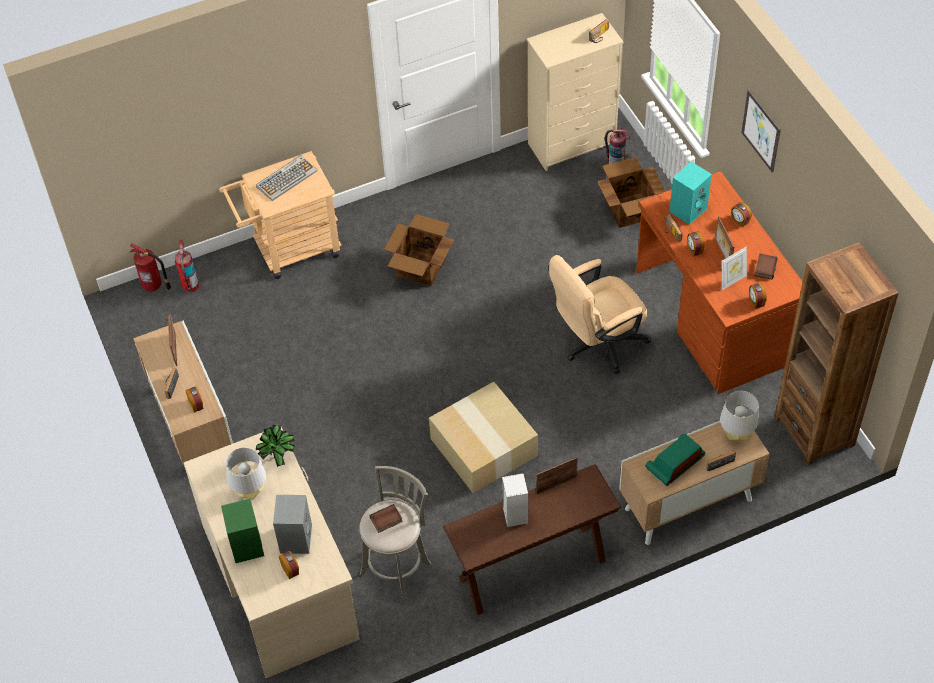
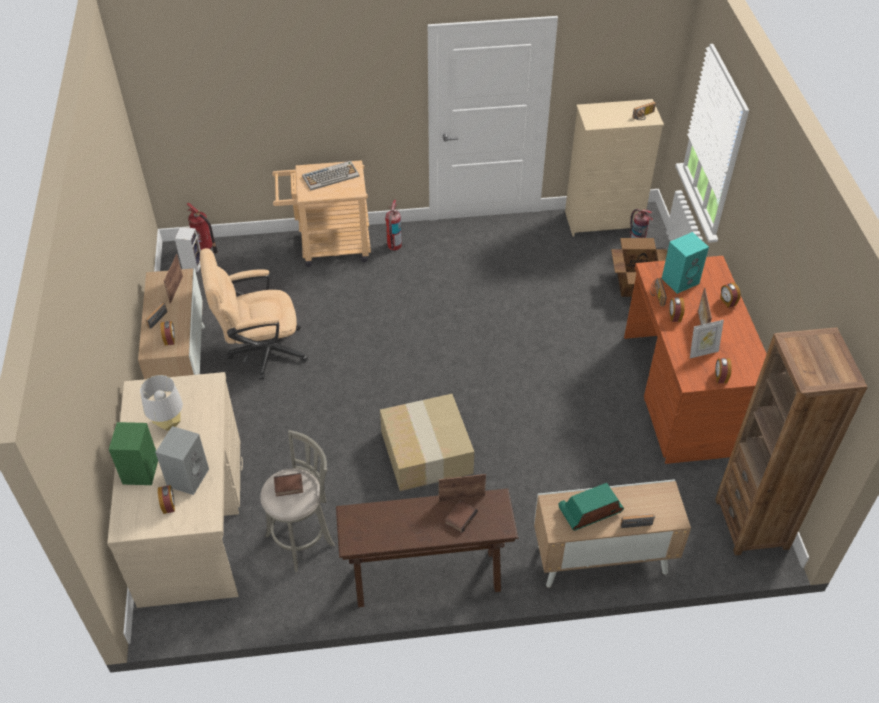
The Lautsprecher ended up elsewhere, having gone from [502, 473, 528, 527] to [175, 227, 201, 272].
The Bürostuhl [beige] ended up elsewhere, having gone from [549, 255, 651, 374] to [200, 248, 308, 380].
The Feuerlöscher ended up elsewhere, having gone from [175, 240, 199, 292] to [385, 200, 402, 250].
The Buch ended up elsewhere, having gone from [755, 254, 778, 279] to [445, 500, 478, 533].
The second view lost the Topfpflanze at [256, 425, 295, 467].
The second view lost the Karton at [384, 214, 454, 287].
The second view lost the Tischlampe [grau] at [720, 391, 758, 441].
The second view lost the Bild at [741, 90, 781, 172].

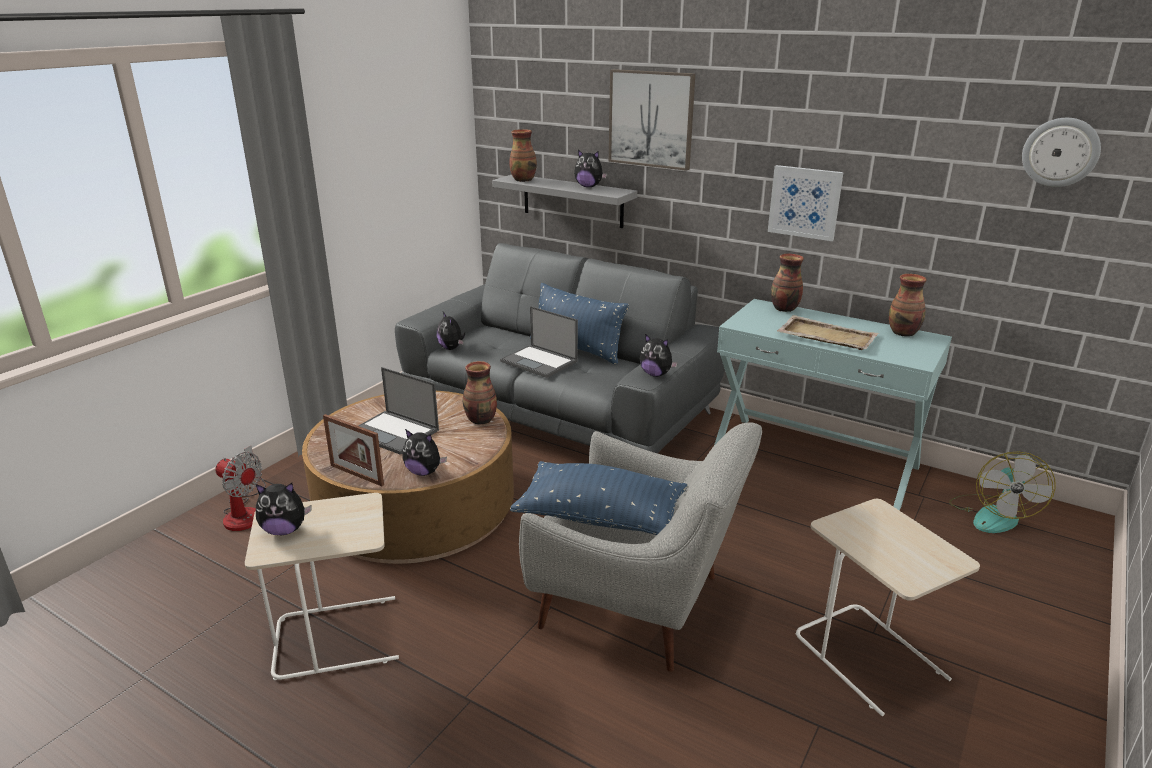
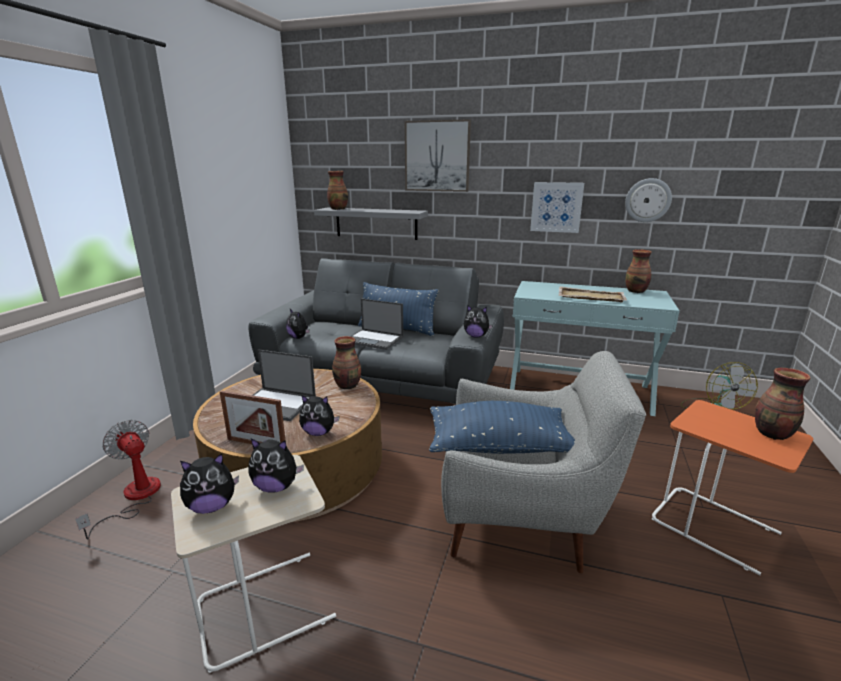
The Ventilator at [215, 445, 266, 531] ended up facing another way, 150 degrees counterclockwise from before.
The Plüschtier ended up elsewhere, having gone from [574, 150, 607, 187] to [248, 438, 304, 493].
The Wanduhr ended up elsewhere, having gone from [1022, 118, 1101, 187] to [625, 178, 672, 222].
What was the Beistelltisch [beige] at [795, 499, 980, 716] turned into the Beistelltisch [orange] at [652, 400, 813, 575].
The Vase ended up elsewhere, having gone from [771, 254, 804, 312] to [755, 368, 810, 440].

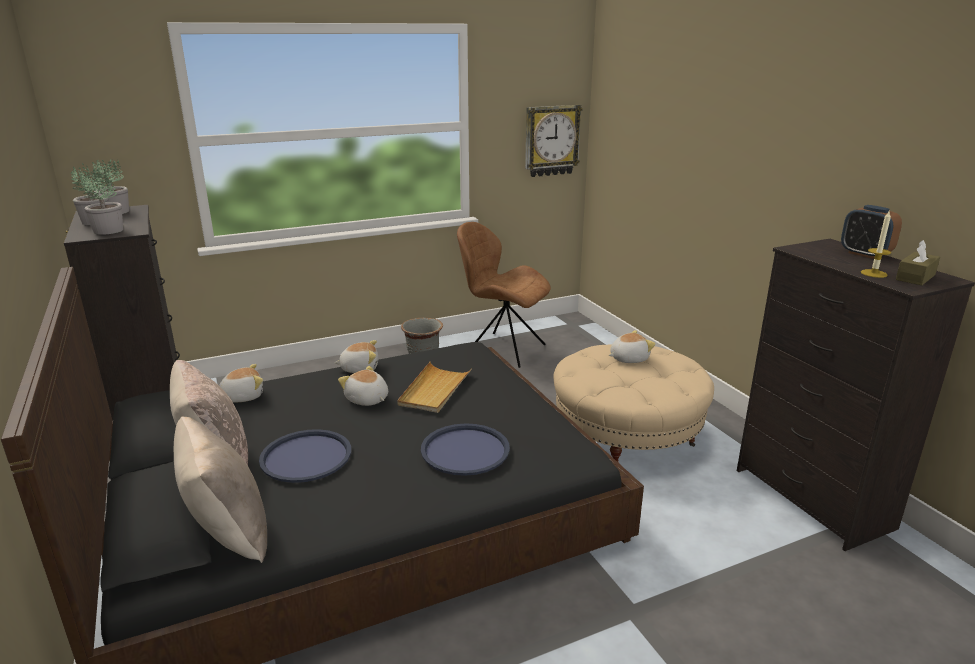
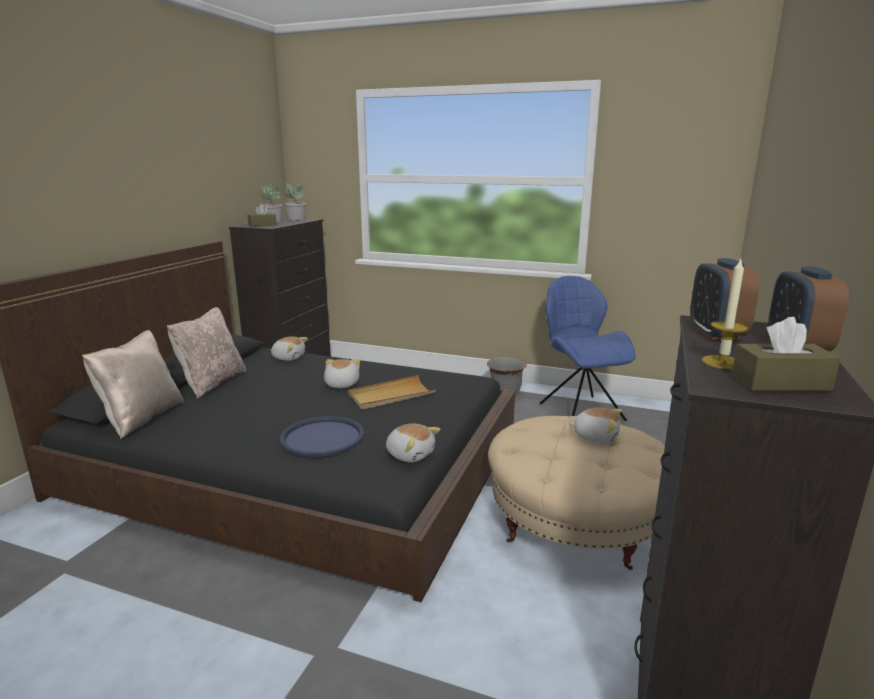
Where the Topfpflanze stood at [80, 171, 123, 235], the Taschentuchbox [braun] came to stand at [248, 204, 277, 227].
The Plüschtier ended up elsewhere, having gone from [334, 340, 378, 373] to [386, 424, 440, 462].
What was the Stuhl [braun] at [457, 222, 551, 368] turned into the Stuhl [blau] at [540, 276, 636, 421].
The second view gained the Wecker at [691, 258, 759, 340].
The second view lost the Tablett [blau] at [259, 429, 351, 483].
The second view lost the Wanduhr at [525, 105, 583, 177].

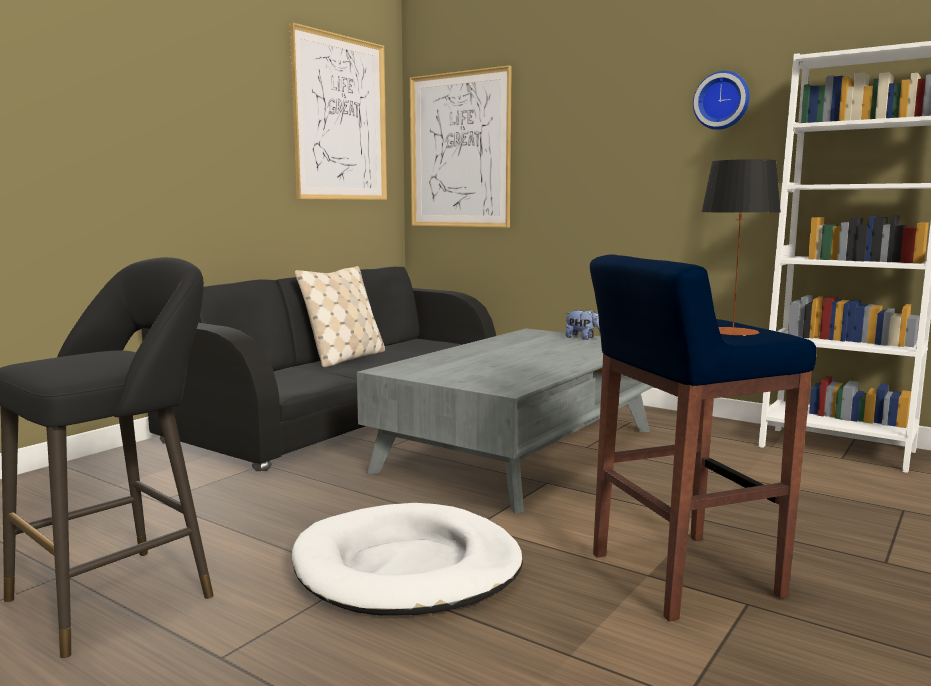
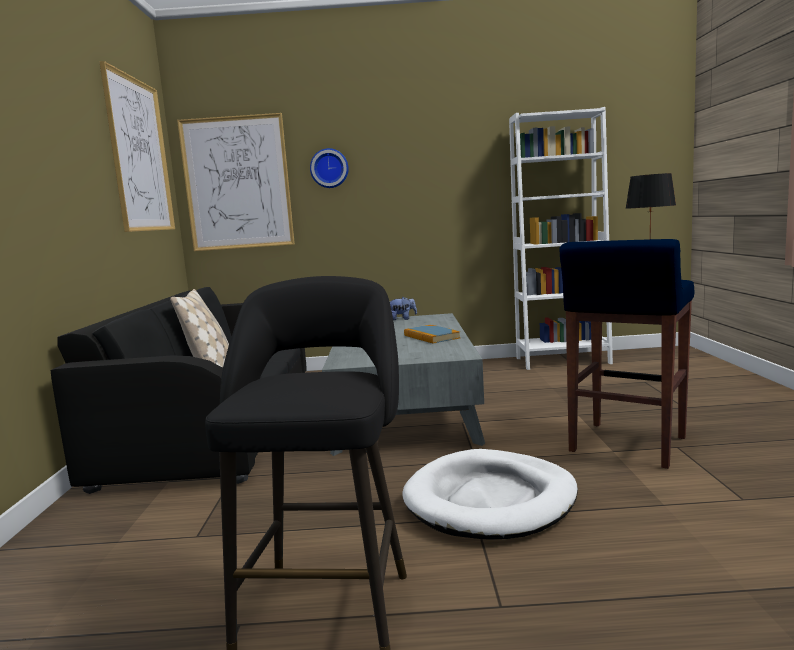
The Wanduhr ended up elsewhere, having gone from [693, 71, 750, 130] to [310, 148, 349, 188].
The second view gained the Buch at [404, 325, 460, 344].

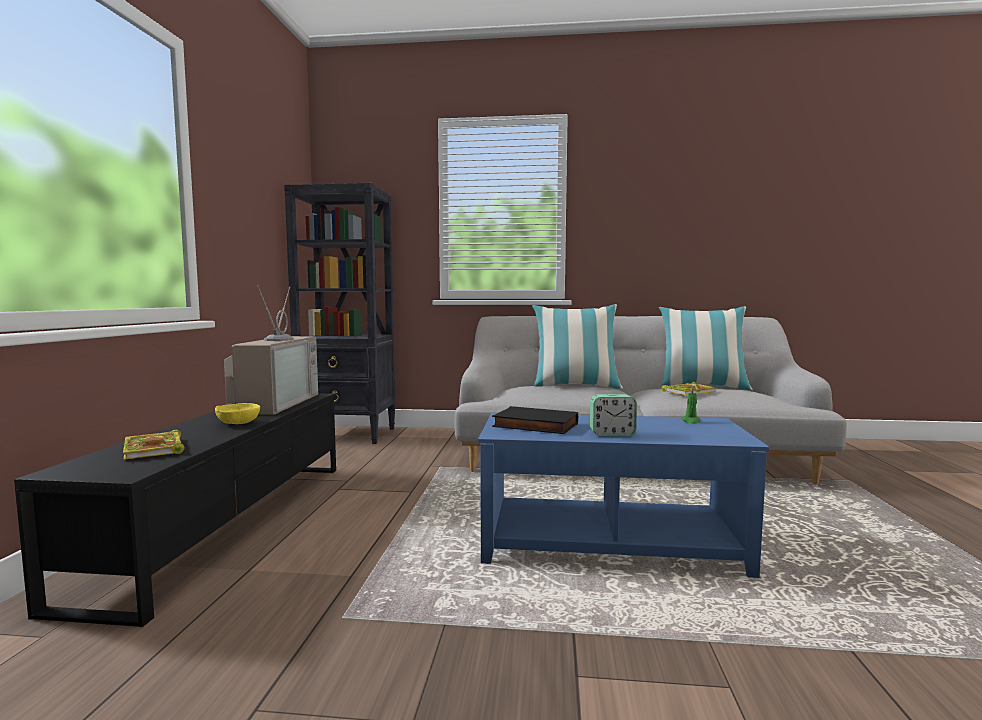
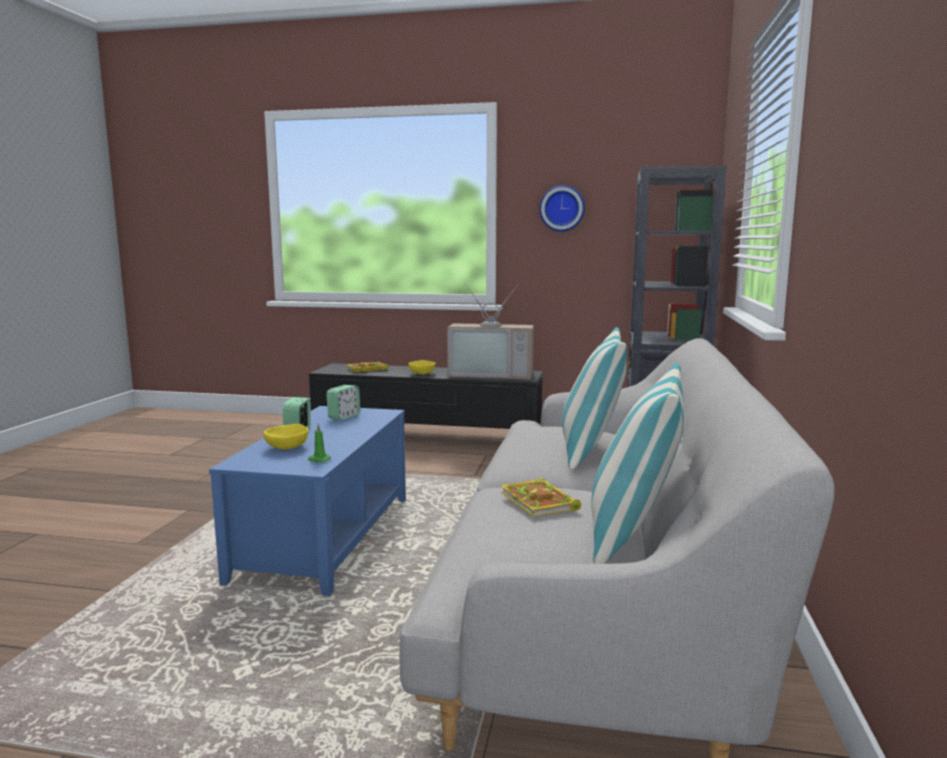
The second view gained the Schüssel [gelb] at [264, 424, 309, 450].
Where the Buch [schwarz] stood at [492, 406, 578, 434], the Wecker came to stand at [326, 385, 361, 420].
The second view gained the Wanduhr at [540, 185, 585, 232].

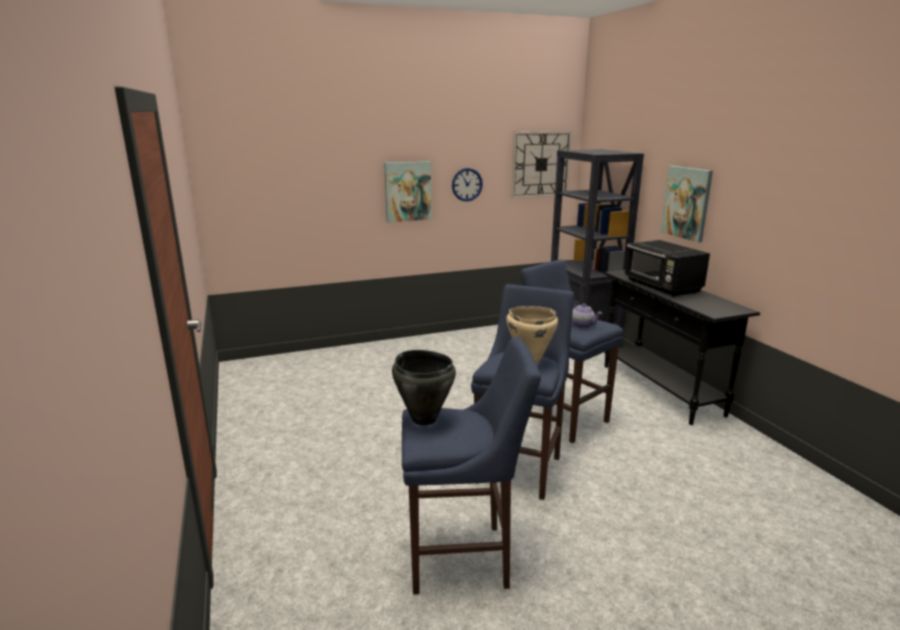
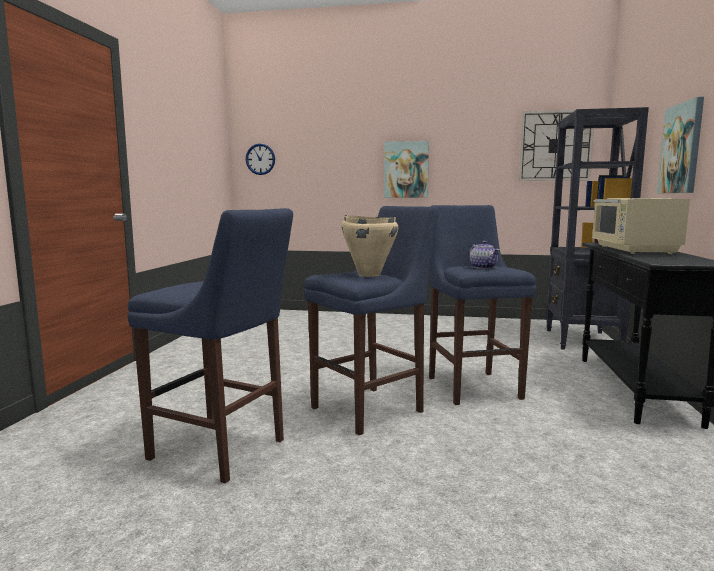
The Wanduhr ended up elsewhere, having gone from [452, 168, 483, 201] to [246, 143, 275, 175].
What was the Mikrowelle [schwarz] at [624, 240, 710, 297] turned into the Mikrowelle [beige] at [592, 198, 690, 254].
The second view lost the Kochtopf [schwarz] at [392, 350, 456, 426].

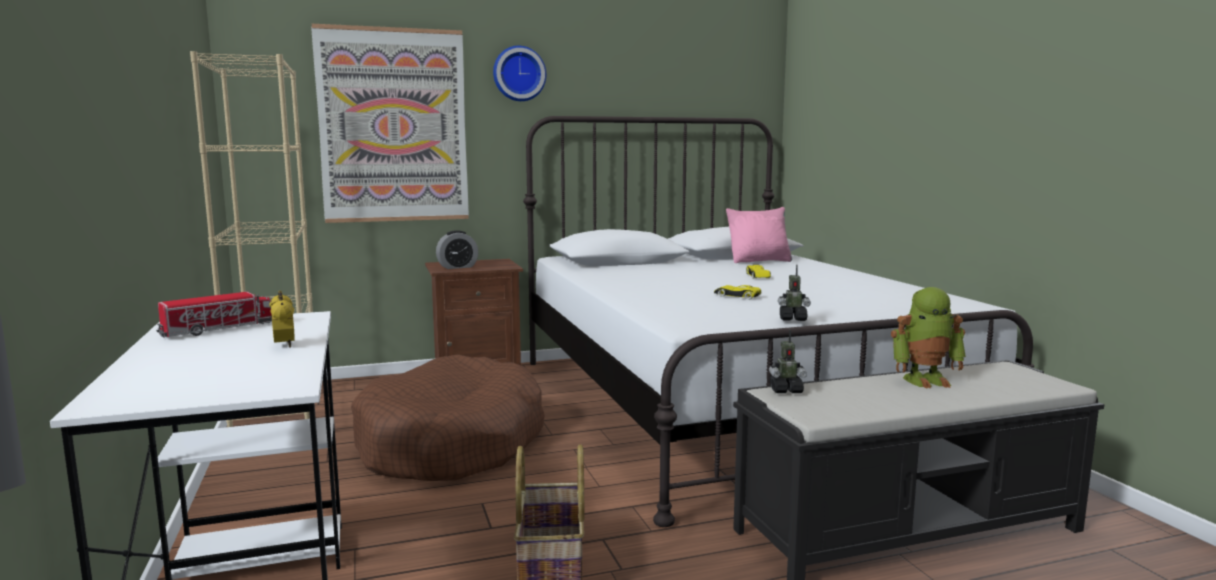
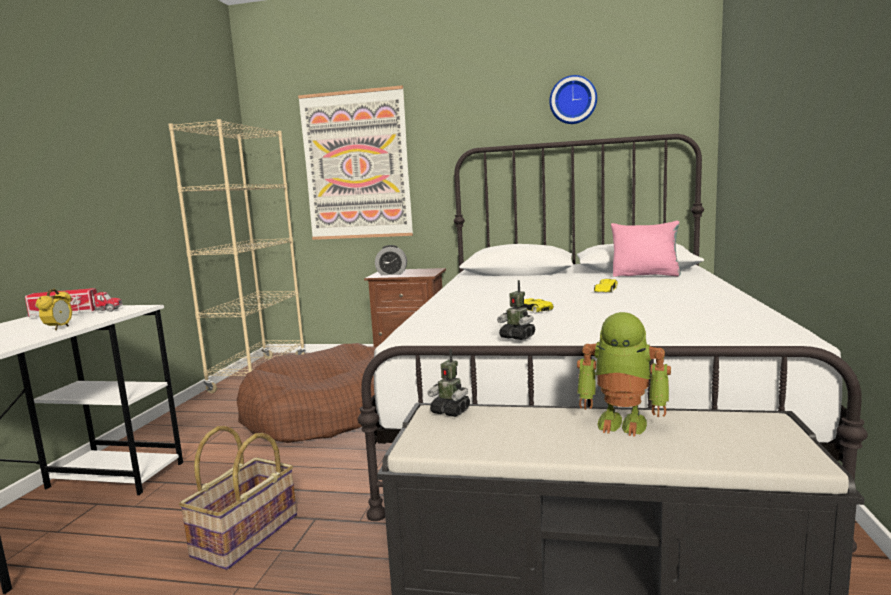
The Wanduhr ended up elsewhere, having gone from [493, 46, 546, 101] to [549, 75, 597, 124].

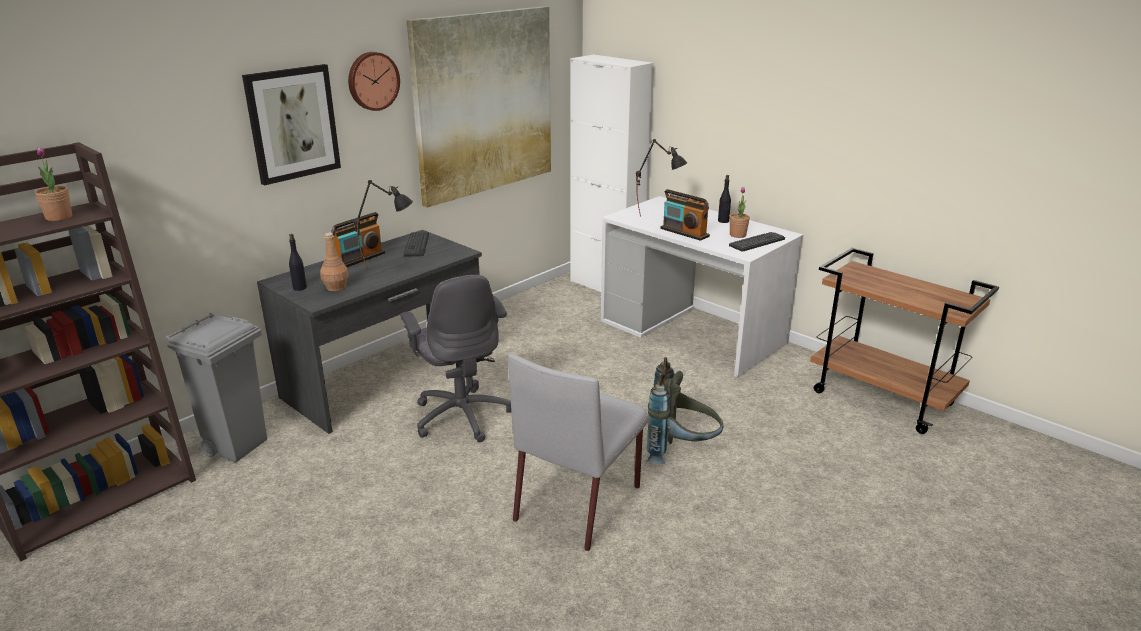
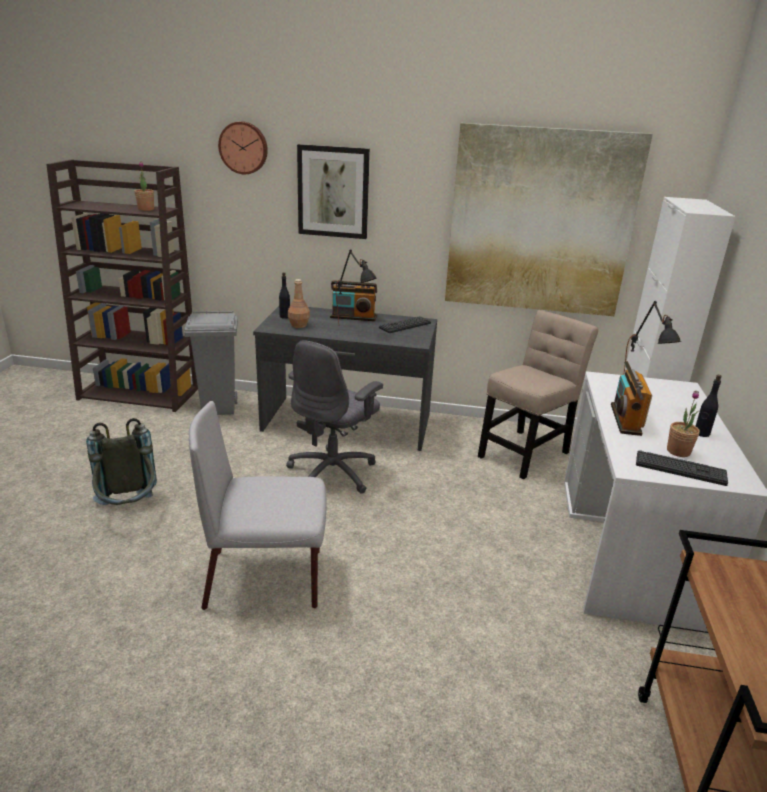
The Rucksack [grau] ended up elsewhere, having gone from [647, 357, 724, 464] to [86, 418, 157, 505].
The Wanduhr ended up elsewhere, having gone from [348, 52, 400, 111] to [218, 121, 268, 174].
The second view gained the Stuhl [beige] at [478, 310, 598, 479].

